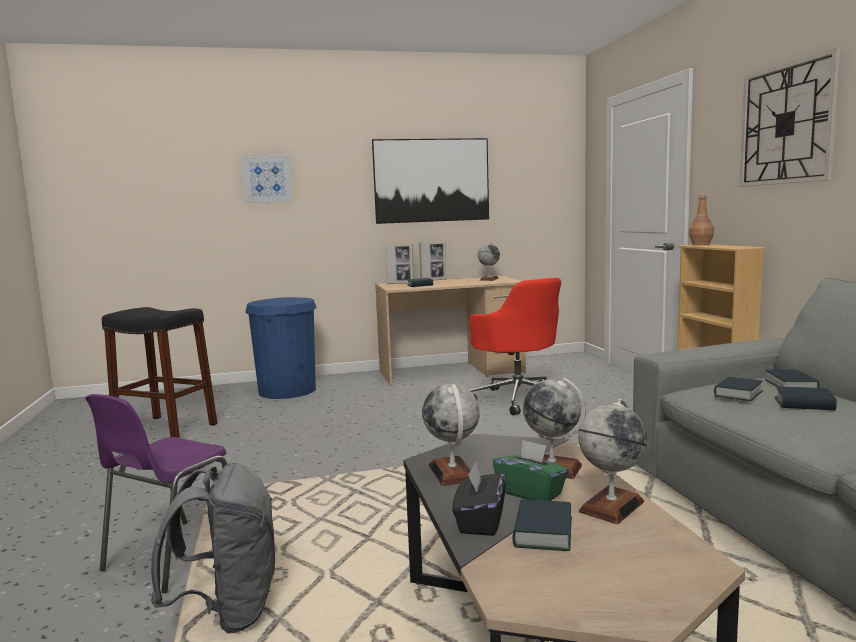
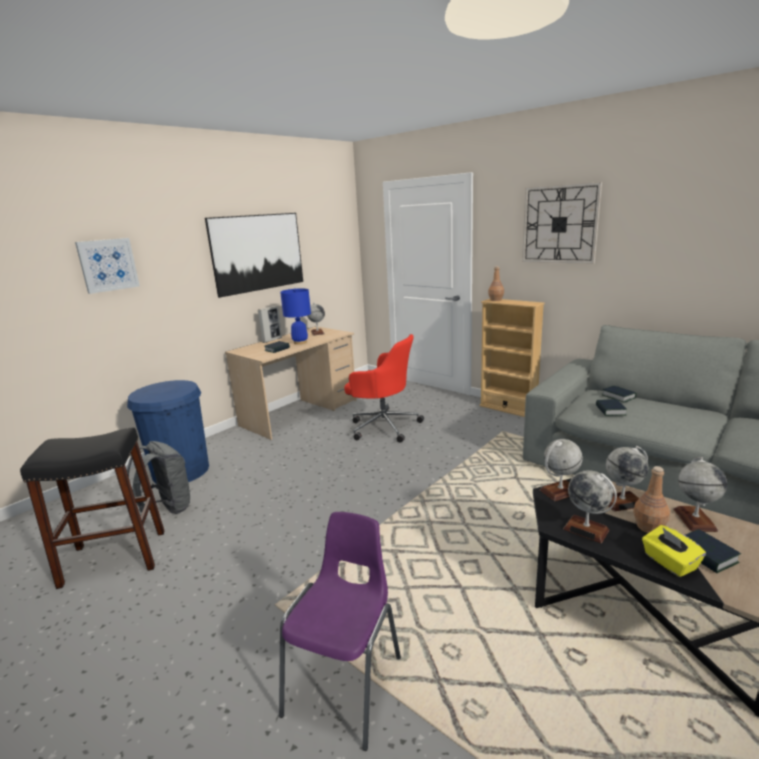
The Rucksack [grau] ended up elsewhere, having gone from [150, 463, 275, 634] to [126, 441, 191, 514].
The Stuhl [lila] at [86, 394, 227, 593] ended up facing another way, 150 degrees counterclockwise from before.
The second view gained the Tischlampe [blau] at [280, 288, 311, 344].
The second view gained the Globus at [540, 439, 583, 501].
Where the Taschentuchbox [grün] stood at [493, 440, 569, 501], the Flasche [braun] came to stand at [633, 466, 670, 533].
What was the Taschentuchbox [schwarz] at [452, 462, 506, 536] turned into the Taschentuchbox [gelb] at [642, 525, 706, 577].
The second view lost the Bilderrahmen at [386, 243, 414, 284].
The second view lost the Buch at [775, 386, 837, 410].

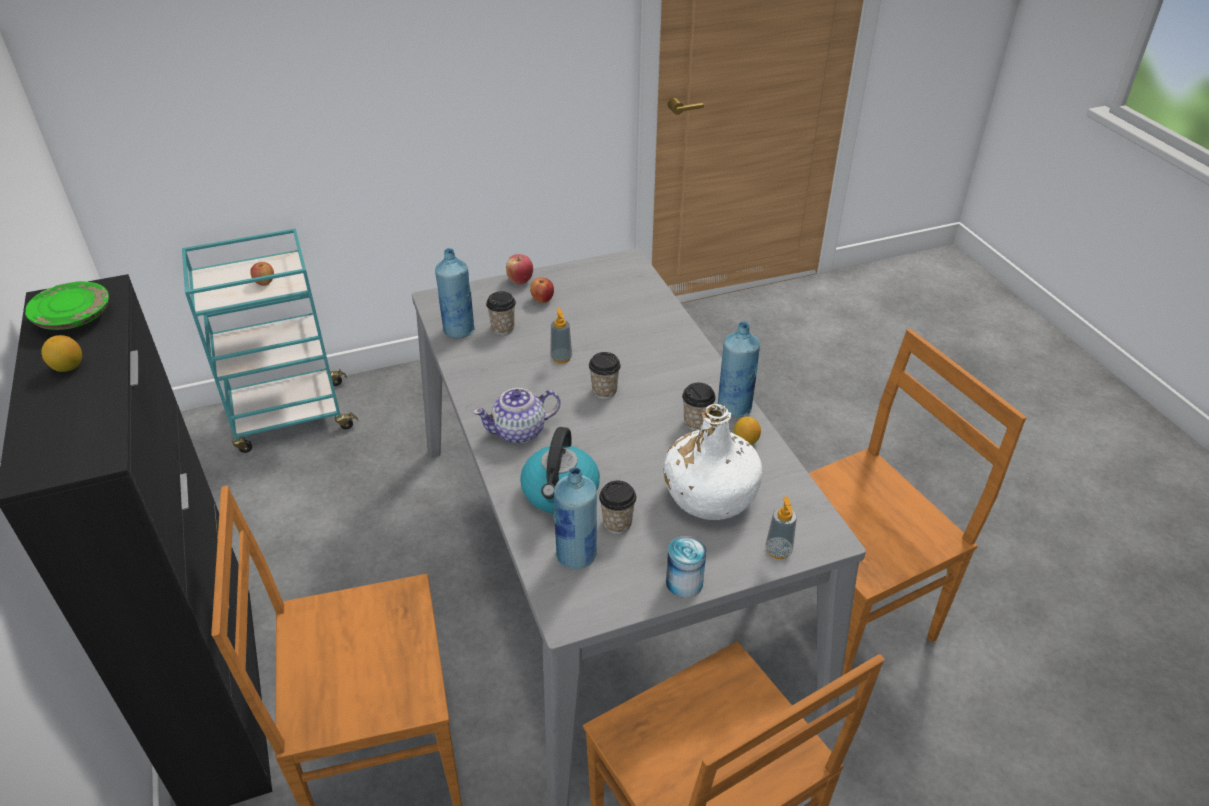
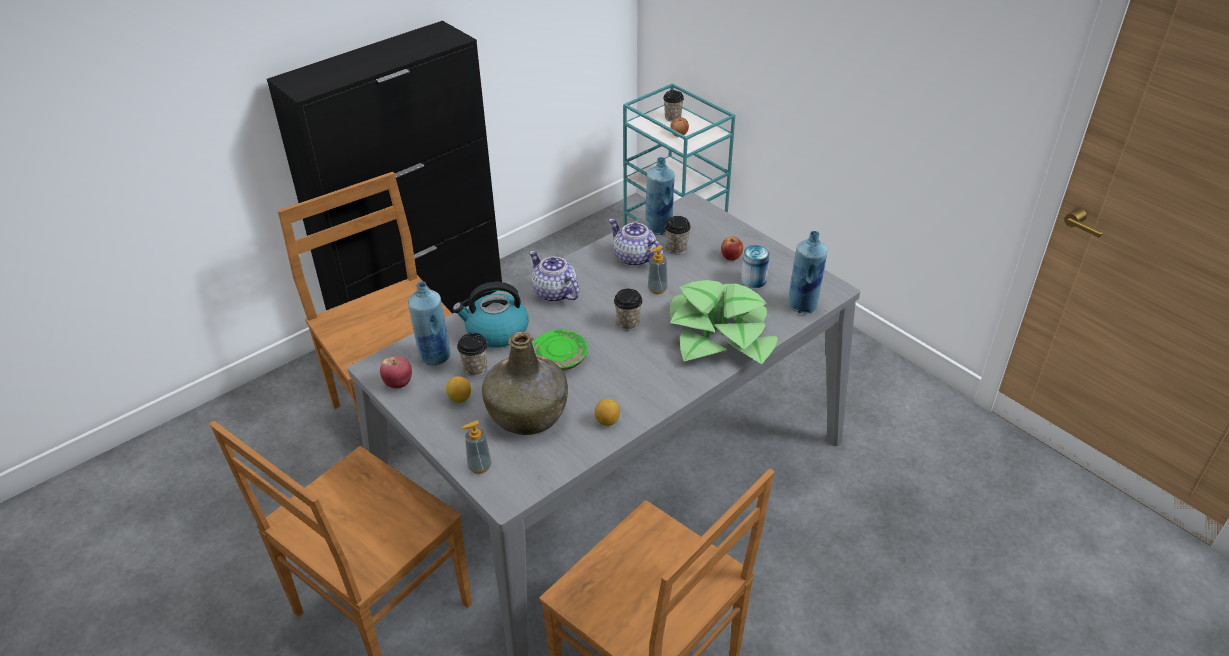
The Apfel ended up elsewhere, having gone from [506, 254, 533, 285] to [380, 356, 412, 389].
The Zitrone ended up elsewhere, having gone from [41, 335, 82, 372] to [446, 376, 471, 403].
What was the Flasche [weiß] at [663, 404, 762, 520] turned into the Flasche [grün] at [482, 332, 568, 435].
The Teller [grün] ended up elsewhere, having gone from [25, 281, 109, 330] to [532, 330, 588, 370].
The second view gained the Teekanne at [609, 219, 663, 267].
The Tasse ended up elsewhere, having gone from [682, 383, 716, 431] to [663, 90, 684, 122].
The second view gained the Topfpflanze at [670, 280, 778, 364].
The Dose ended up elsewhere, having gone from [666, 536, 706, 598] to [741, 245, 770, 288].
The Flasche [blau] ended up elsewhere, having gone from [718, 322, 760, 418] to [788, 231, 827, 314].

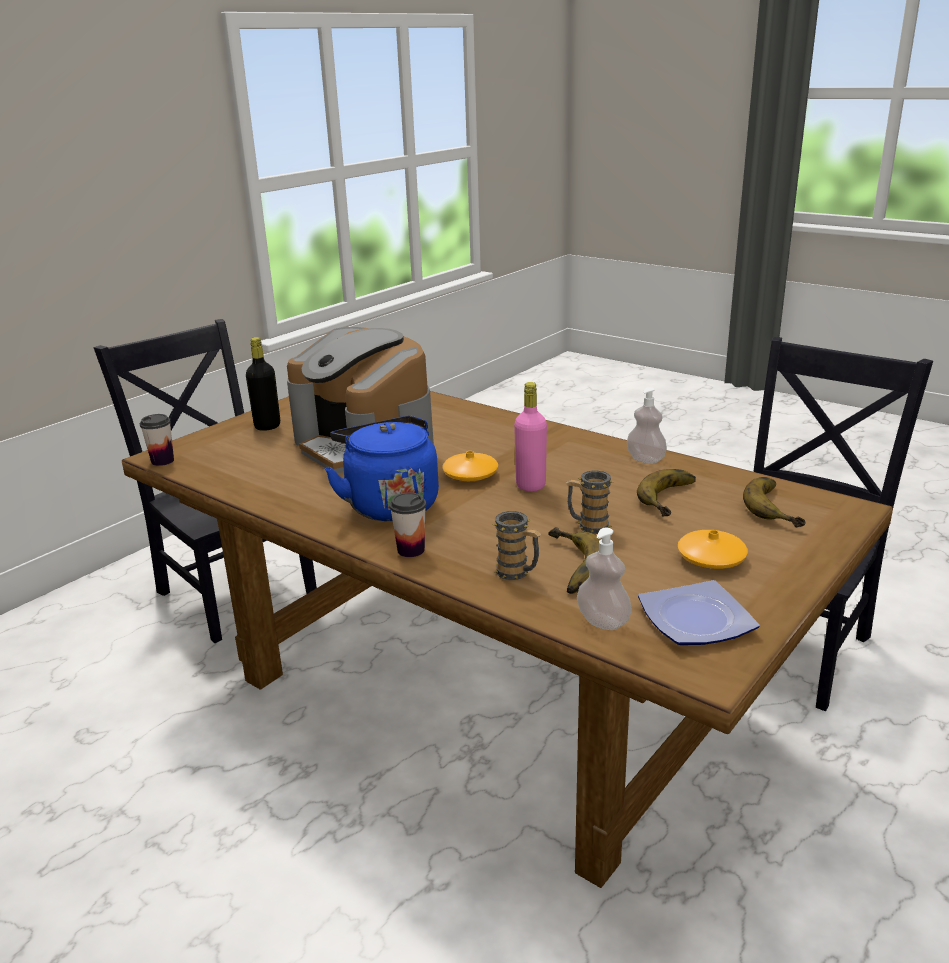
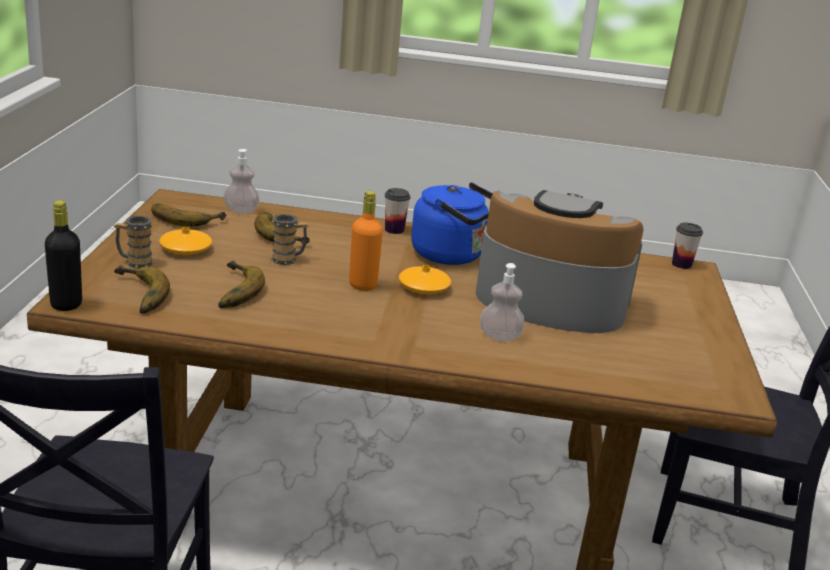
The Flasche [schwarz] ended up elsewhere, having gone from [246, 337, 280, 431] to [45, 200, 82, 311].
The Henkelbecher ended up elsewhere, having gone from [493, 511, 541, 580] to [113, 216, 154, 269].
Where the Teller stood at [638, 580, 760, 645], the Banane came to stand at [151, 204, 226, 226].
What was the Flasche [rosa] at [514, 382, 547, 491] turned into the Flasche [orange] at [349, 191, 383, 291].
The Seifenspender ended up elsewhere, having gone from [627, 387, 667, 464] to [480, 263, 525, 341].

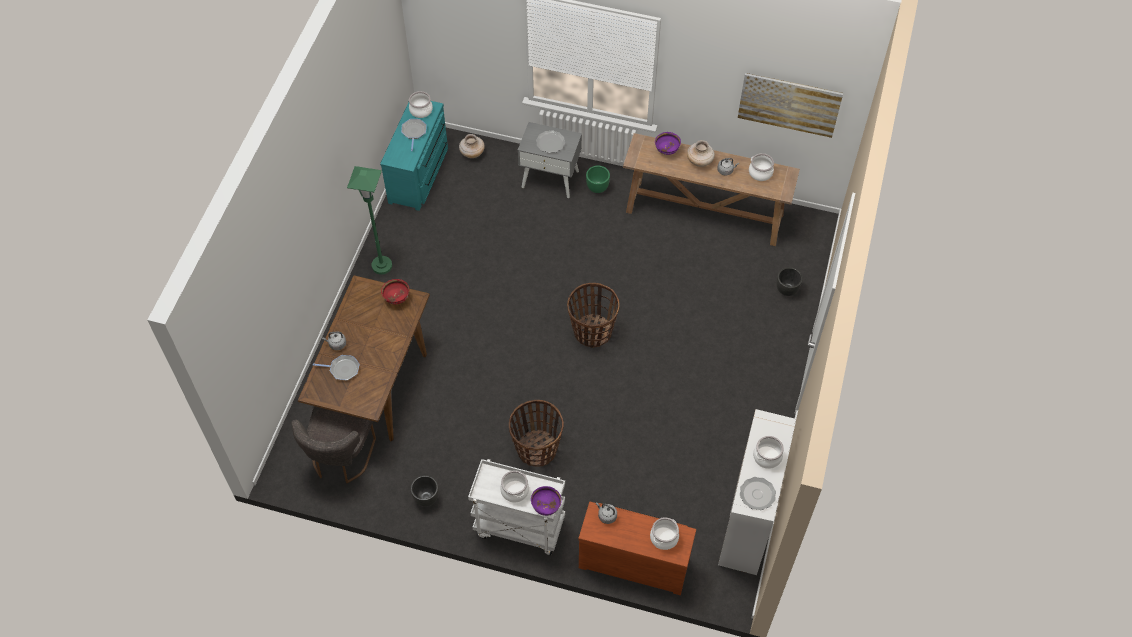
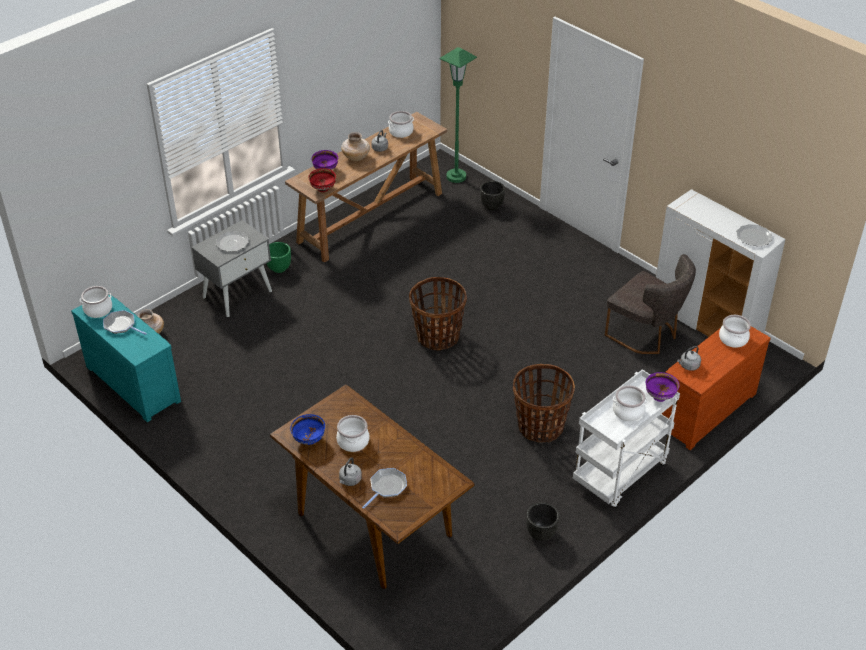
The second view gained the Schüssel [blau] at [290, 414, 325, 445].
The Schüssel [rot] ended up elsewhere, having gone from [381, 279, 409, 304] to [308, 168, 336, 192].
The Kochtopf ended up elsewhere, having gone from [753, 436, 784, 469] to [336, 415, 369, 452].
The Stehlampe [grün] ended up elsewhere, having gone from [347, 166, 392, 274] to [439, 47, 477, 183].
The Stuhl [grau] ended up elsewhere, having gone from [291, 406, 376, 483] to [605, 254, 696, 354].
The second view lost the Bild at [738, 73, 843, 138].

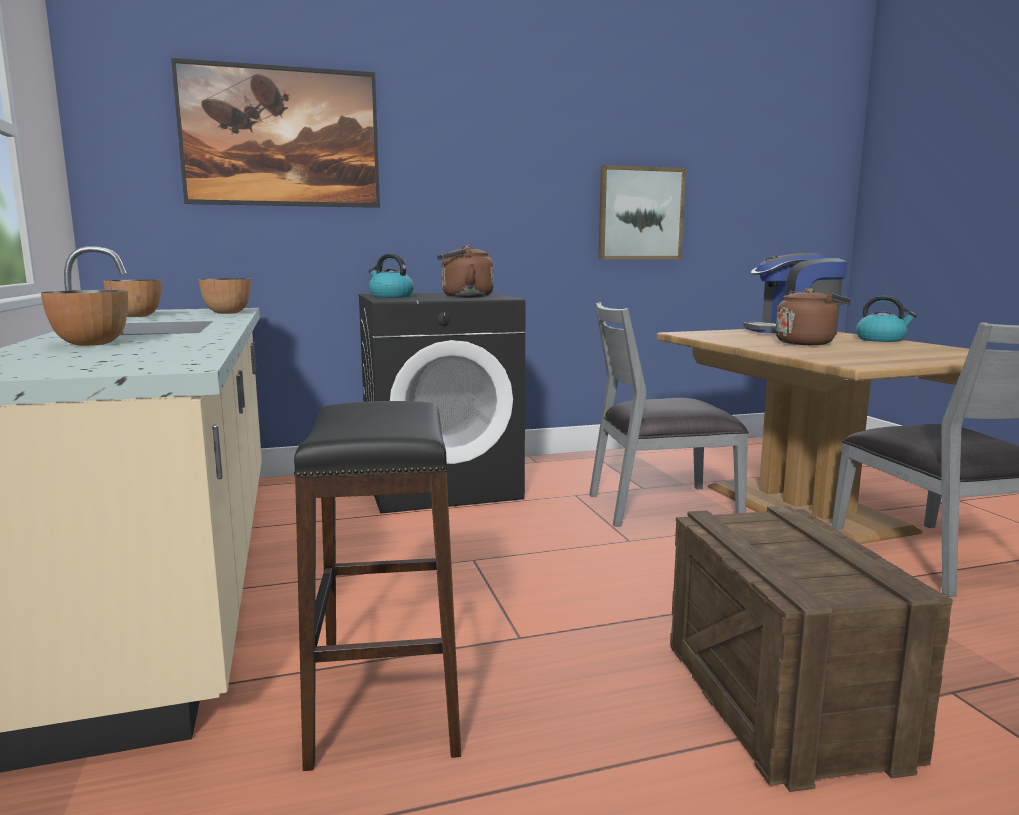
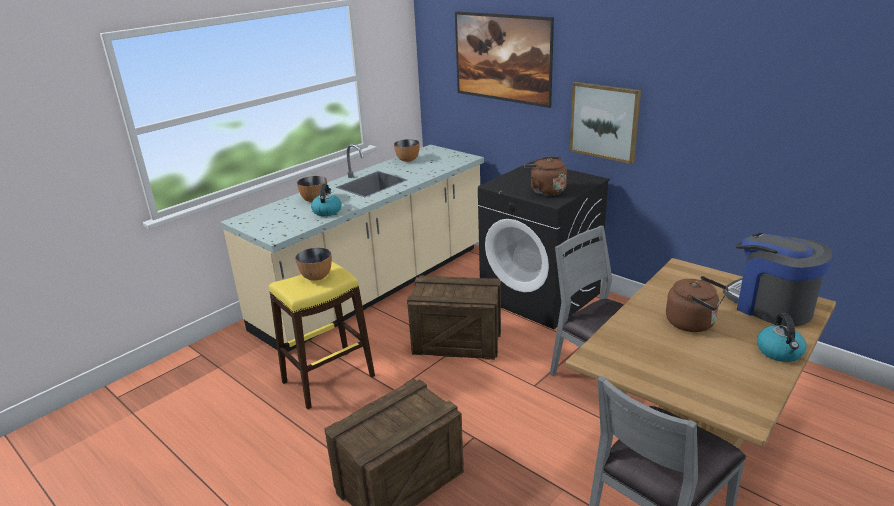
What was the Hocker [schwarz] at [294, 401, 461, 771] turned into the Hocker [gelb] at [269, 262, 375, 409].
The Schüssel ended up elsewhere, having gone from [199, 278, 251, 314] to [295, 248, 332, 281].
The Wasserkessel ended up elsewhere, having gone from [369, 254, 414, 298] to [311, 184, 342, 216].
The second view gained the Kiste at [407, 275, 501, 360].
The Bild ended up elsewhere, having gone from [599, 165, 686, 260] to [570, 82, 641, 164].

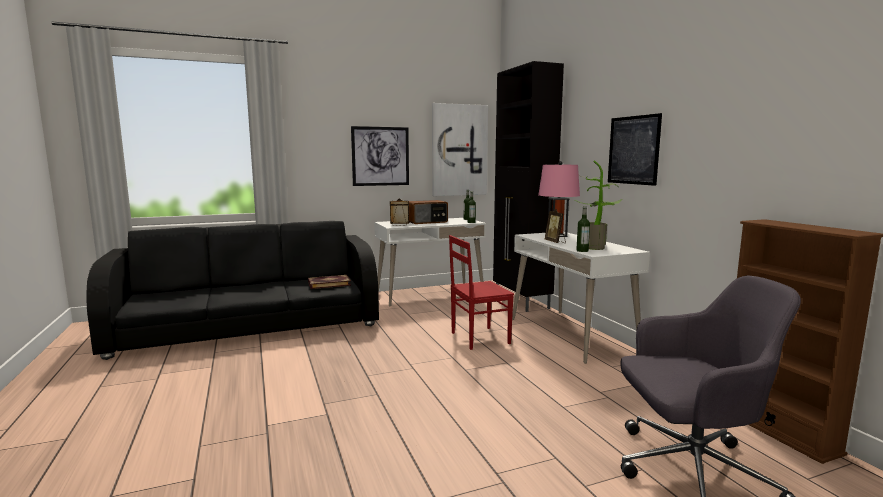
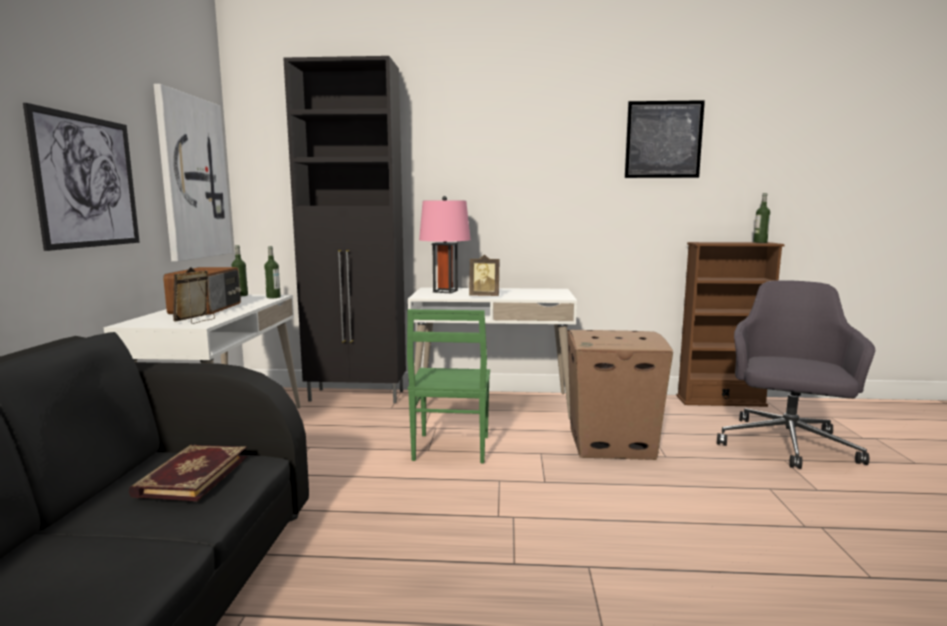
What was the Stuhl [rot] at [449, 235, 514, 350] turned into the Stuhl [grün] at [407, 309, 490, 463].
The second view gained the Karton at [567, 330, 673, 460].
The Bild ended up elsewhere, having gone from [608, 113, 662, 186] to [625, 100, 705, 178].
The Flasche ended up elsewhere, having gone from [576, 206, 590, 252] to [753, 193, 770, 243].
The second view lost the Topfpflanze at [574, 160, 623, 250].

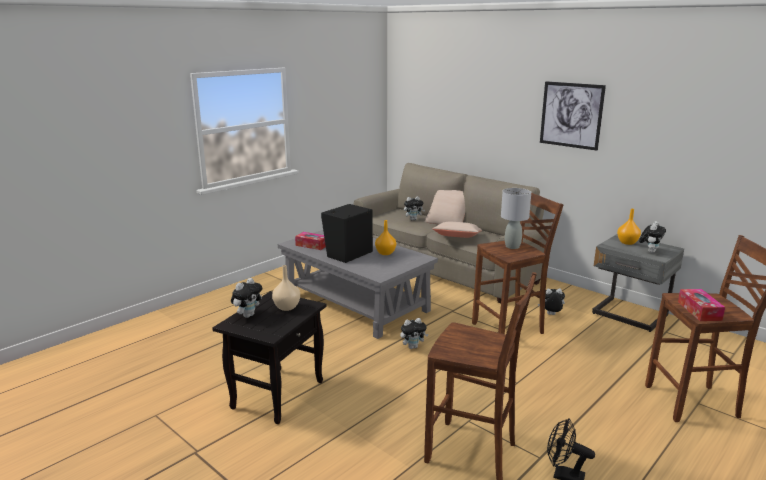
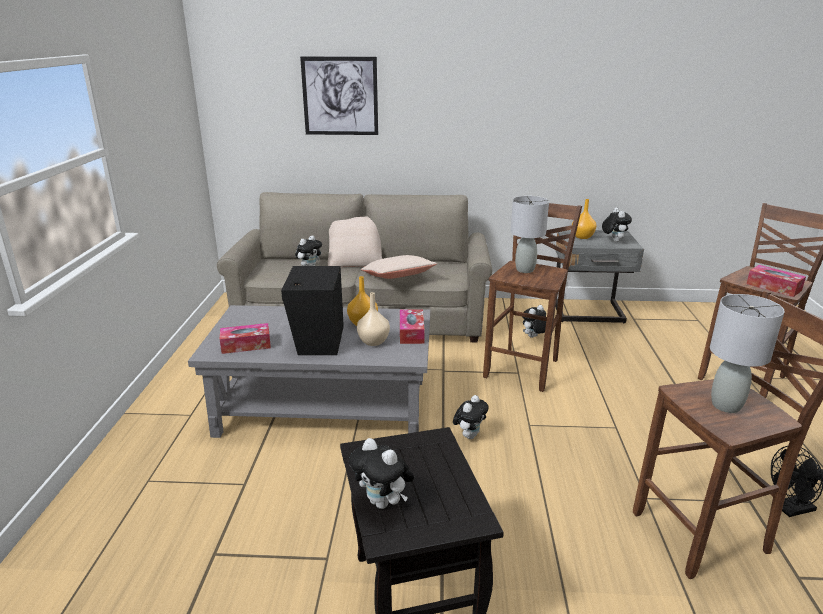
The Bild ended up elsewhere, having gone from [540, 81, 606, 151] to [300, 56, 378, 135].
The Plüschtier at [231, 278, 262, 318] ended up facing another way, 135 degrees clockwise from before.
The Vase [beige] ended up elsewhere, having gone from [272, 265, 300, 311] to [357, 292, 390, 346].
The second view gained the Taschentuchbox at [400, 309, 425, 344].
The second view gained the Tischlampe [grau] at [710, 294, 785, 413].

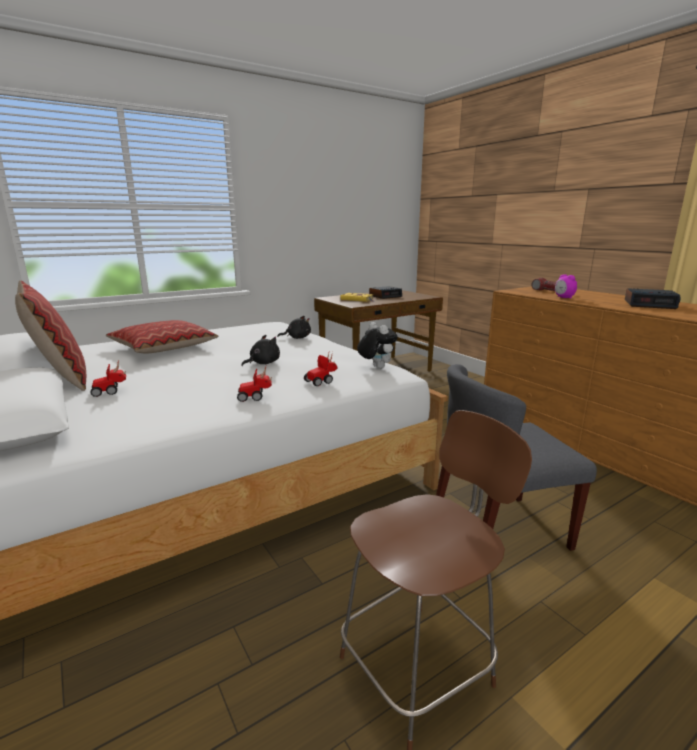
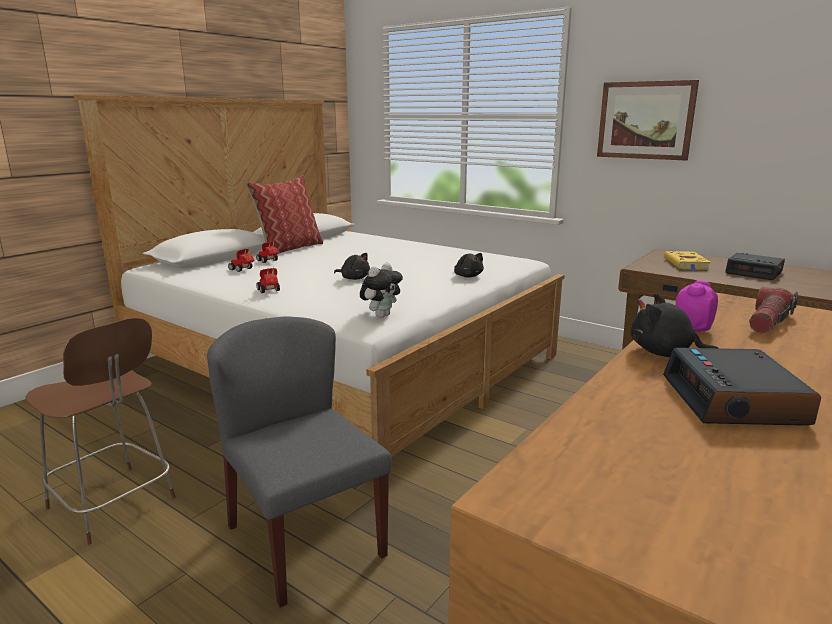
The Spielzeugauto ended up elsewhere, having gone from [304, 352, 338, 386] to [228, 249, 254, 272].
The second view gained the Bild at [597, 80, 699, 161].
The second view gained the Plüschtier [schwarz] at [631, 293, 718, 357].
The second view lost the Kissen at [106, 320, 218, 354].

